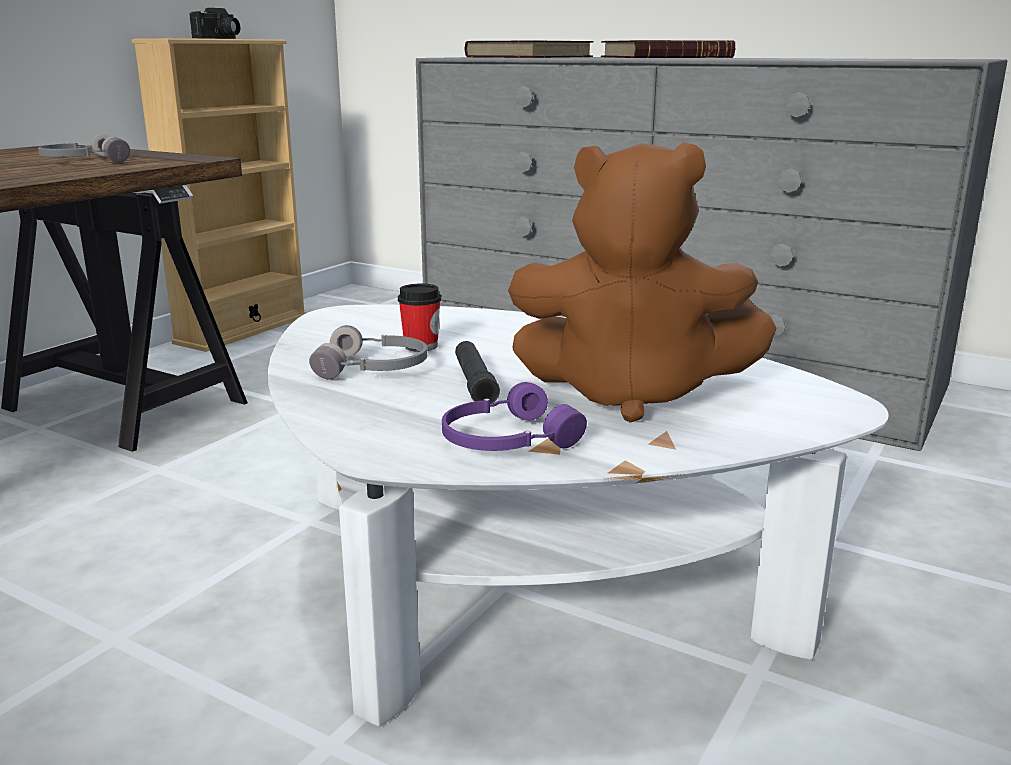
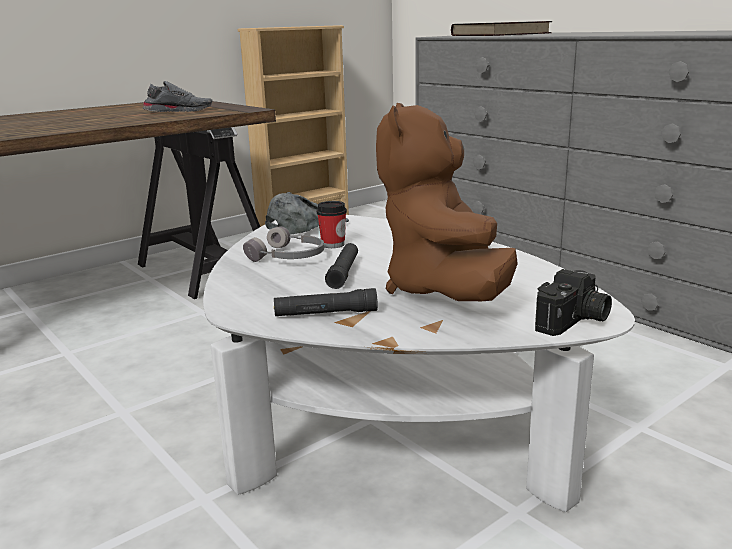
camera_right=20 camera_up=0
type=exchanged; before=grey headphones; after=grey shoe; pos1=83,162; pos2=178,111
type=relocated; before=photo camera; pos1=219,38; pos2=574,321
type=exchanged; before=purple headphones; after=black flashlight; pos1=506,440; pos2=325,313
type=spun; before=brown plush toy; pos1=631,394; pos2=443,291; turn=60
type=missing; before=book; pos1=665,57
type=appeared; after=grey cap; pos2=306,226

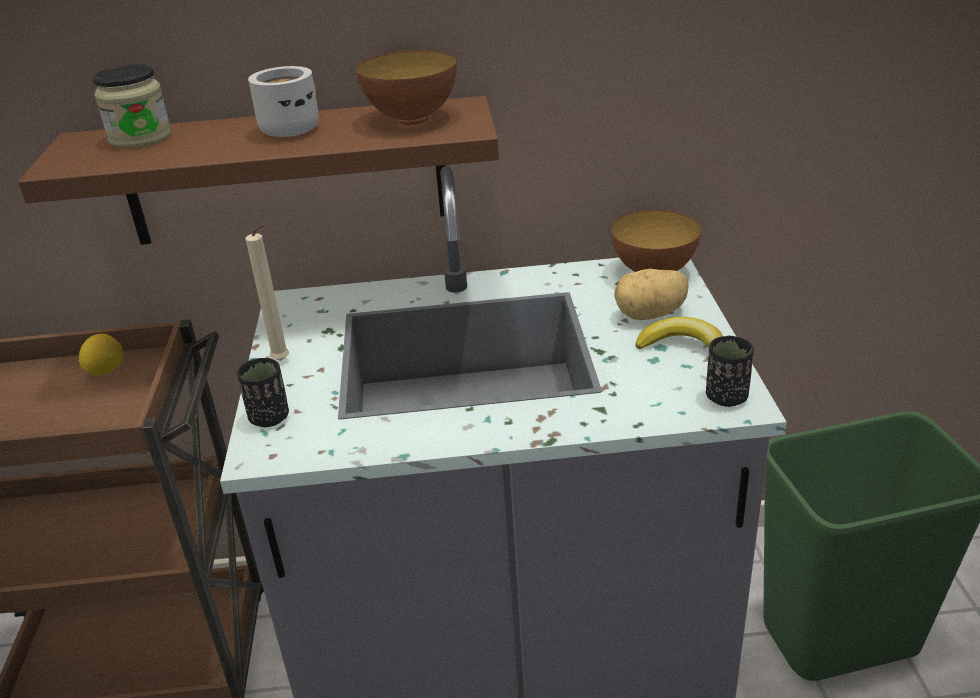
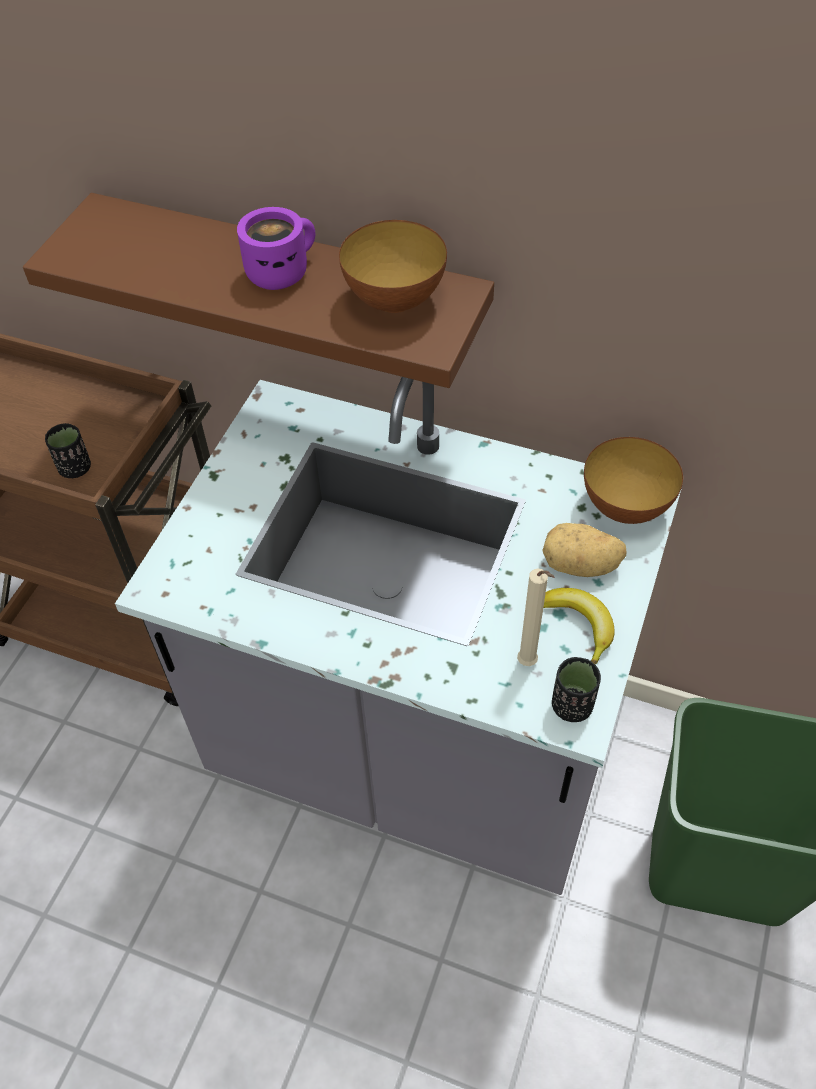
camera_right=25 camera_up=20
type=missing; before=lemon; pos1=106,371
type=missing; before=jar; pos1=140,137
type=relocated; before=black cup; pos1=269,417; pos2=75,468
type=relocated; before=beige candle; pos1=283,361; pos2=529,664
type=colour; before=white mug; after=purple mug; pos1=291,128; pos2=280,270

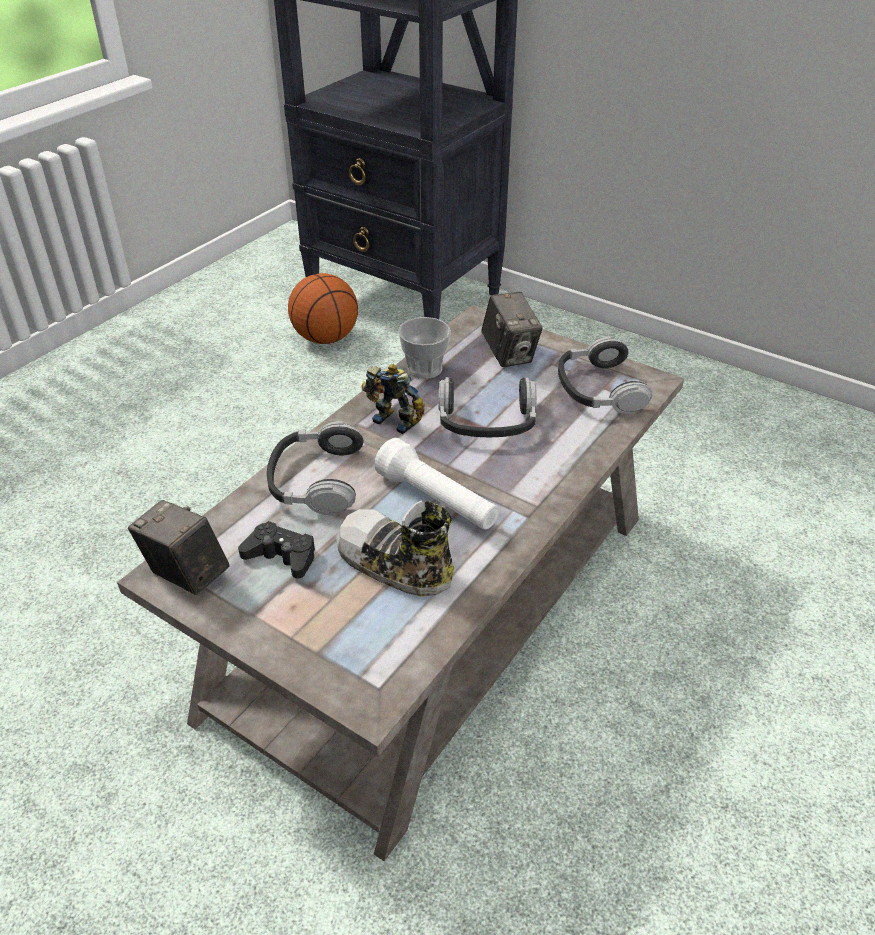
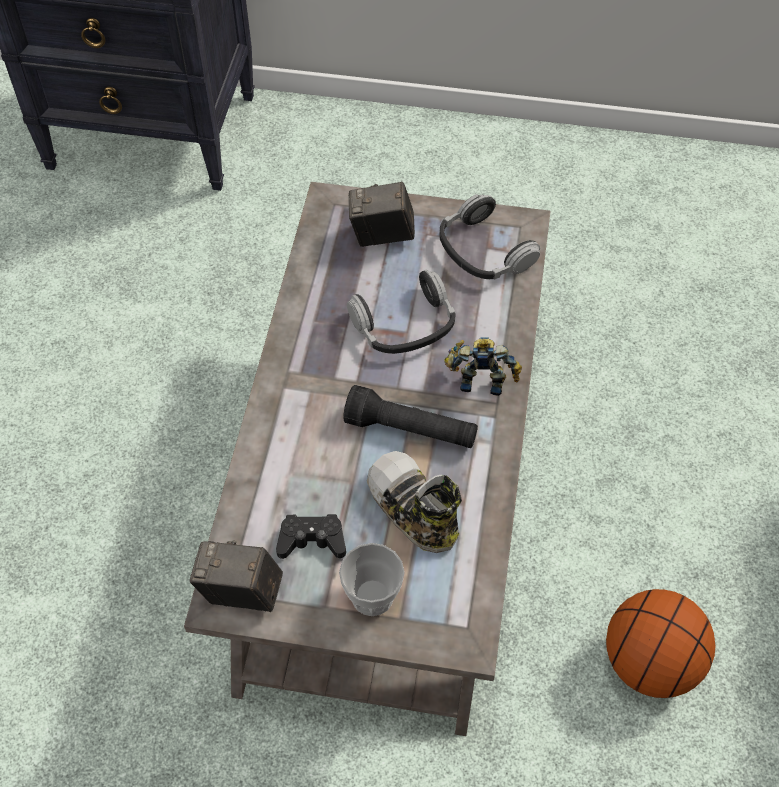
camera_right=-25 camera_up=15
type=missing; before=headphones; pos1=315,480
type=relocated; before=basketball; pos1=325,338; pos2=649,663
type=spun; before=shoe; pos1=394,564; pos2=412,509; turn=45
type=relocated; before=toy robot; pos1=396,419; pos2=481,379
type=colour; before=white flashlight; after=black flashlight; pos1=437,501; pos2=411,430
type=relocated; before=cup; pos1=424,369; pos2=372,596
type=spun; before=photo camera; pos1=509,354; pos2=382,235; turn=135

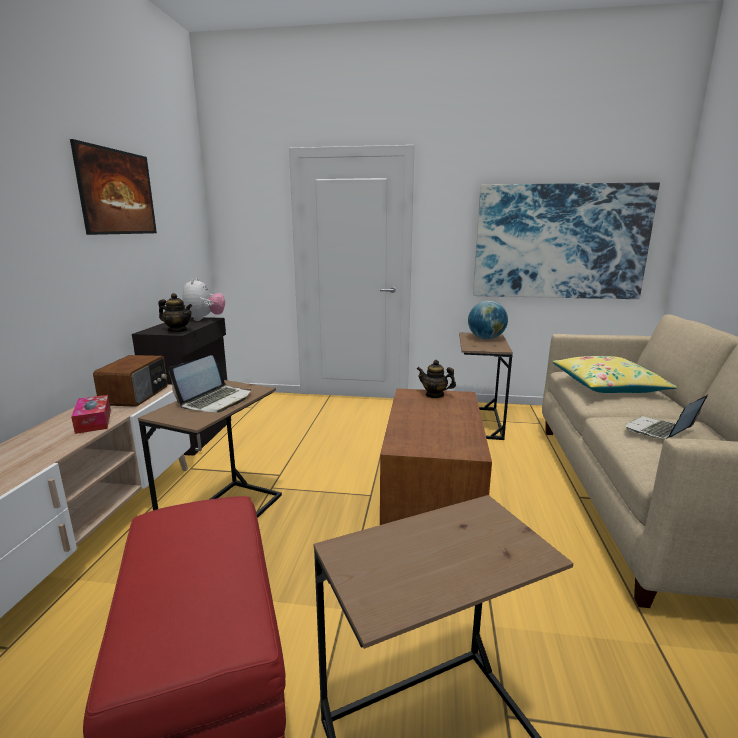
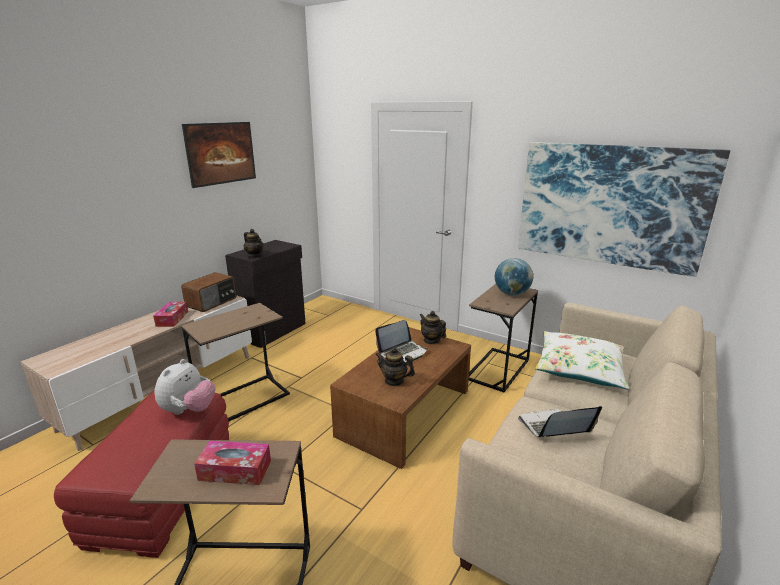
camera_right=25 camera_up=5
type=relocated; before=laptop; pos1=216,400; pos2=402,353
type=relocated; before=plush toy; pos1=204,319; pos2=189,410
type=colour; before=yellow pillow; after=white pillow; pos1=607,386; pos2=579,368
type=appeared; after=tissue box; pos2=235,470
type=appeared; after=teapot; pos2=394,381

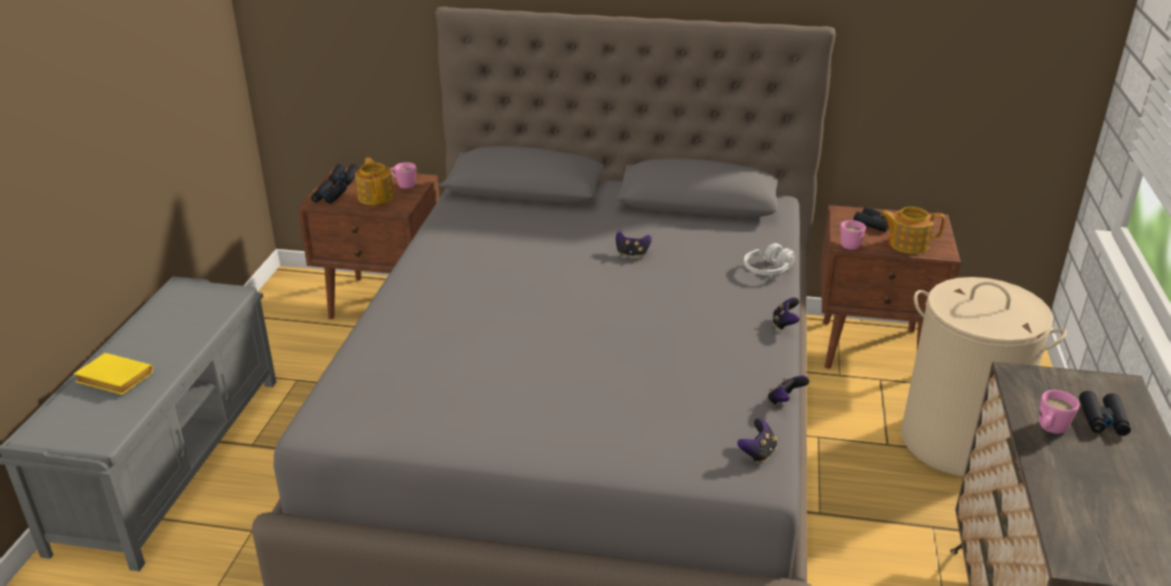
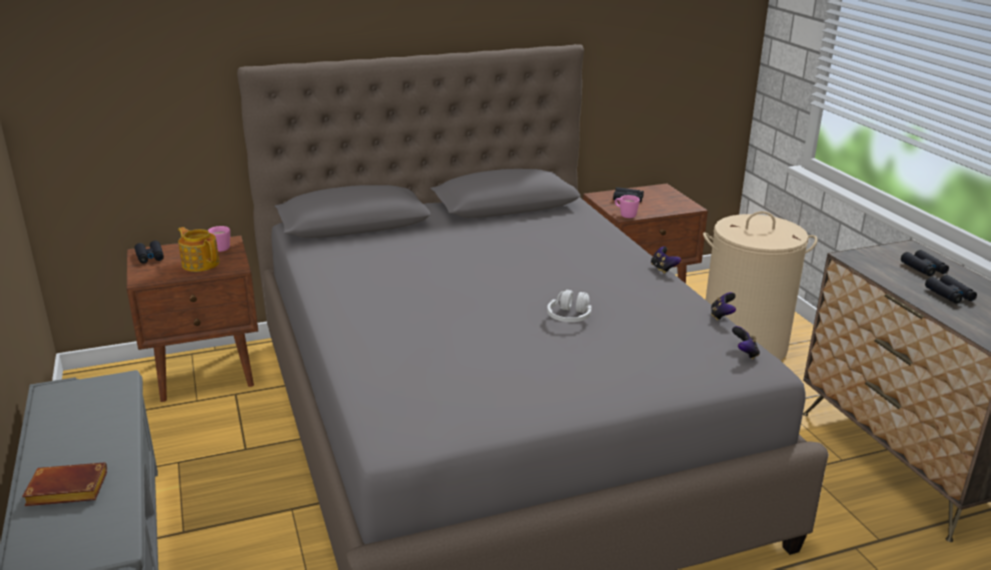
camera_right=-30 camera_up=-5
type=colour; before=yellow book; after=brown book; pos1=112,379; pos2=65,491
type=relocated; before=black binoculars; pos1=329,197; pos2=949,294
type=missing; before=game controller; pos1=632,254
type=relocated; before=white headphones; pos1=768,270; pos2=570,317
type=missing; before=teapot; pos1=907,244
type=missing; before=pink mug; pos1=1049,430

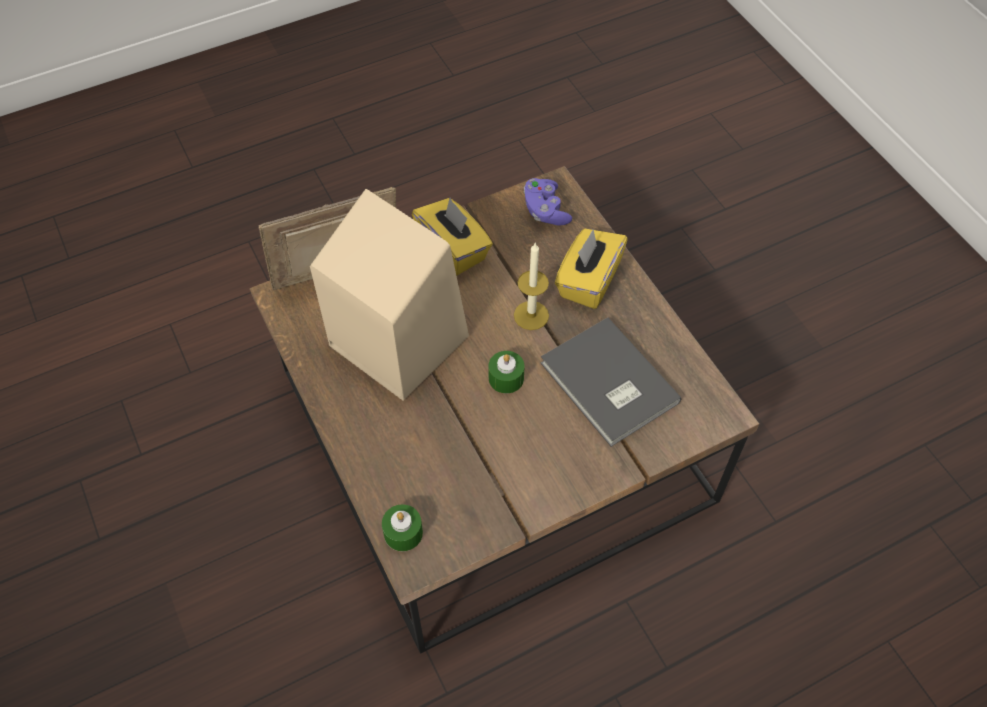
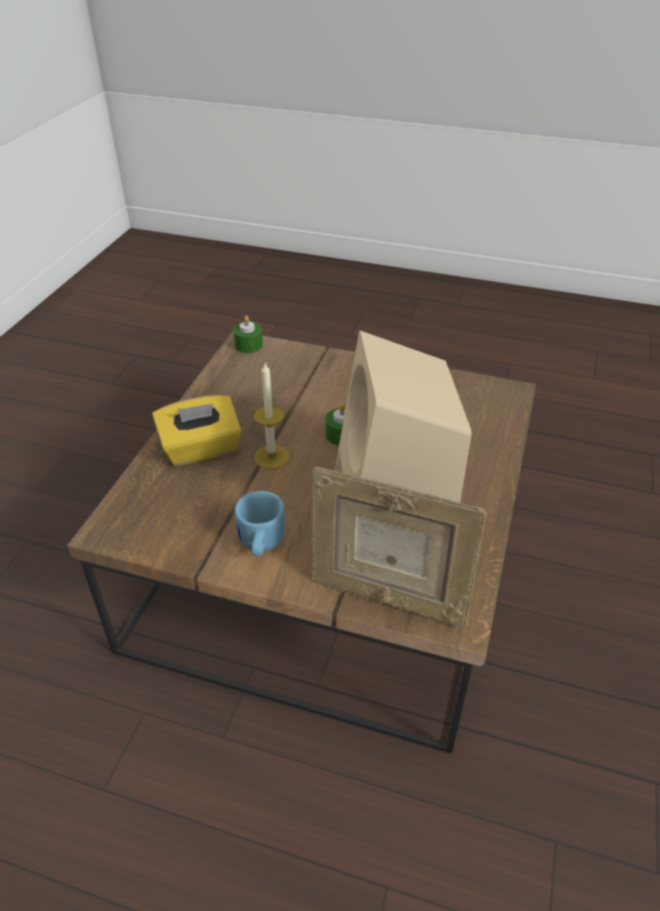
camera_right=-135 camera_up=-15
type=relocated; before=green candle; pos1=403,533; pos2=248,345
type=exchanged; before=yellow tissue box; after=blue mug; pos1=453,250; pos2=260,544
type=missing; before=purple game controller; pos1=545,210
type=missing; before=grey book; pos1=607,386

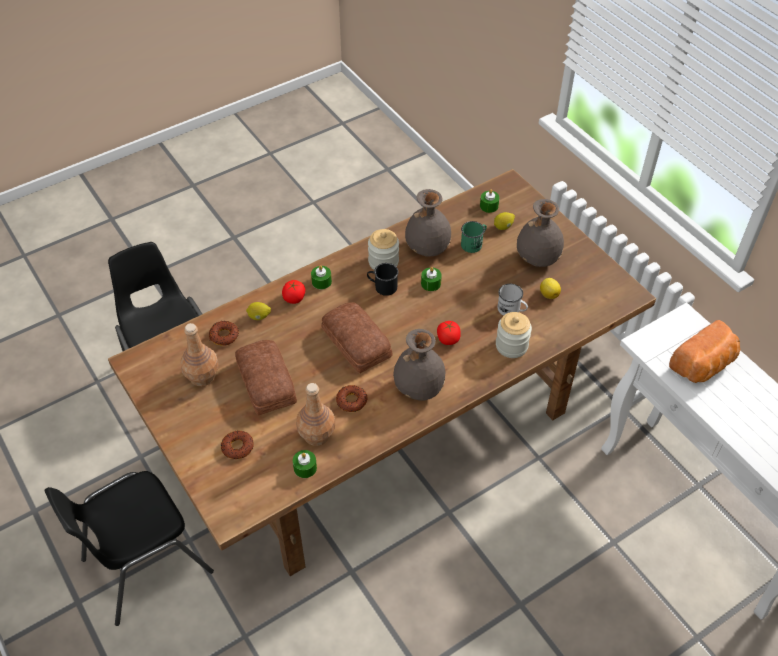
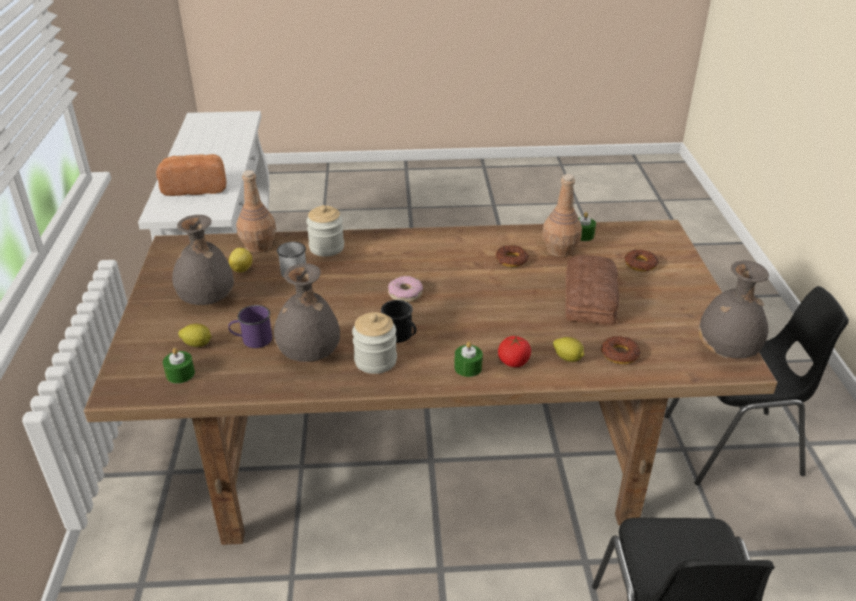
camera_right=-150 camera_up=-15
type=relocated; before=brown bottle; pos1=203,376; pos2=258,245
type=missing; before=bread; pos1=355,344
type=relocated; before=grey vase; pos1=418,387; pos2=727,353
type=missing; before=green candle; pos1=431,283
type=missing; before=tomato; pos1=448,339
type=colour; before=green mug; after=purple mug; pos1=474,243; pos2=252,340
type=appeared; after=donut; pos2=405,294

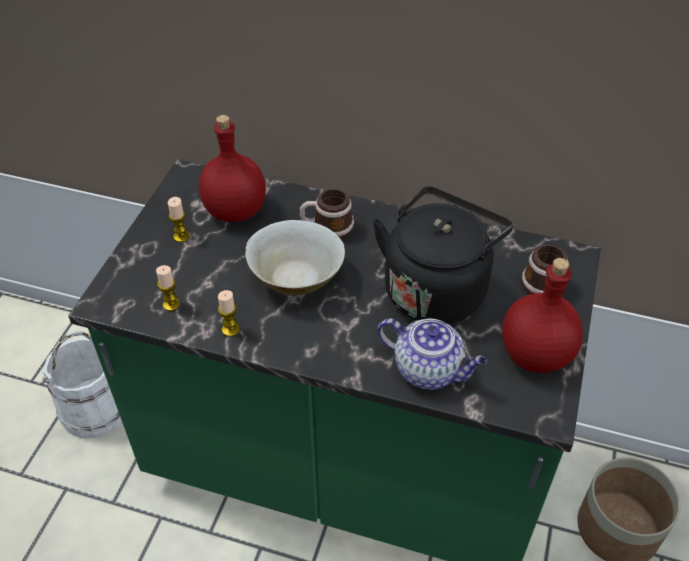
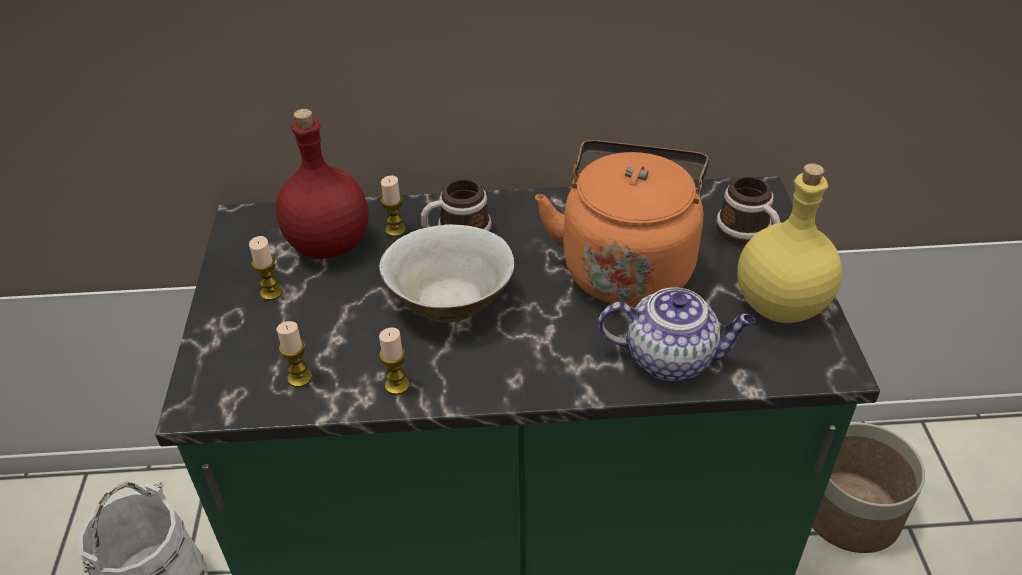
camera_right=-20 camera_up=-5
type=colour; before=black kettle; after=orange kettle; pos1=436,288; pos2=627,266
type=colour; before=red bottle; after=yellow bottle; pos1=535,353; pos2=779,304
type=appeared; after=candle; pos2=395,230

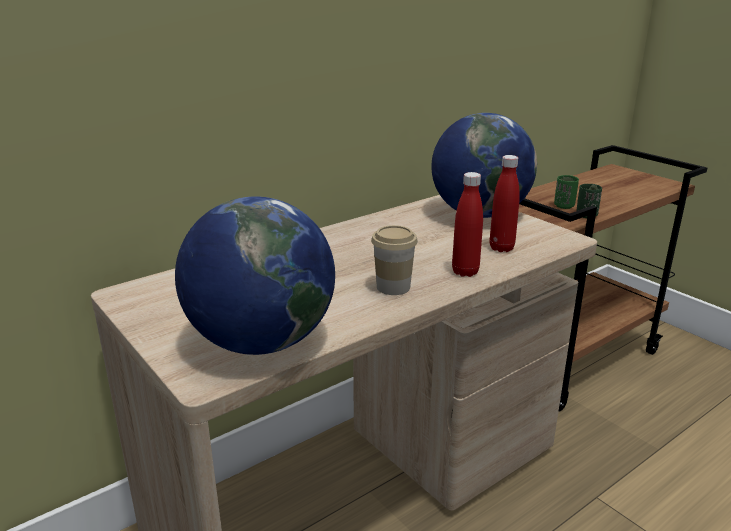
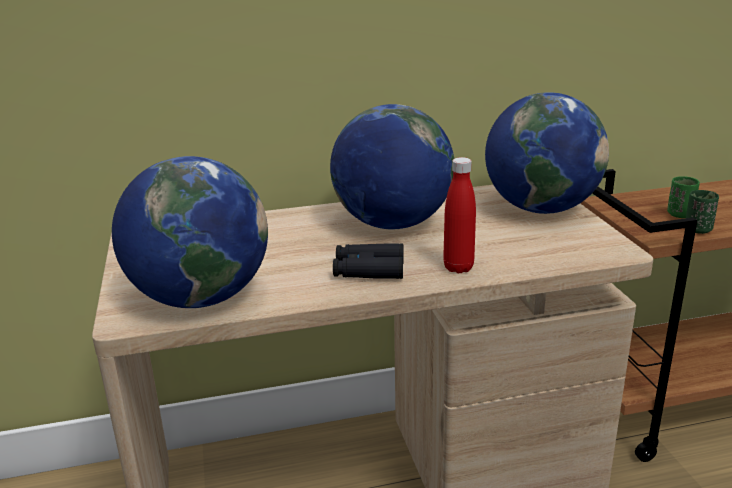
camera_right=25 camera_up=0
type=exchanged; before=cup; after=black binoculars; pos1=393,287; pos2=369,270
type=missing; before=red bottle; pos1=501,248
type=appeared; after=globe; pos2=392,224

